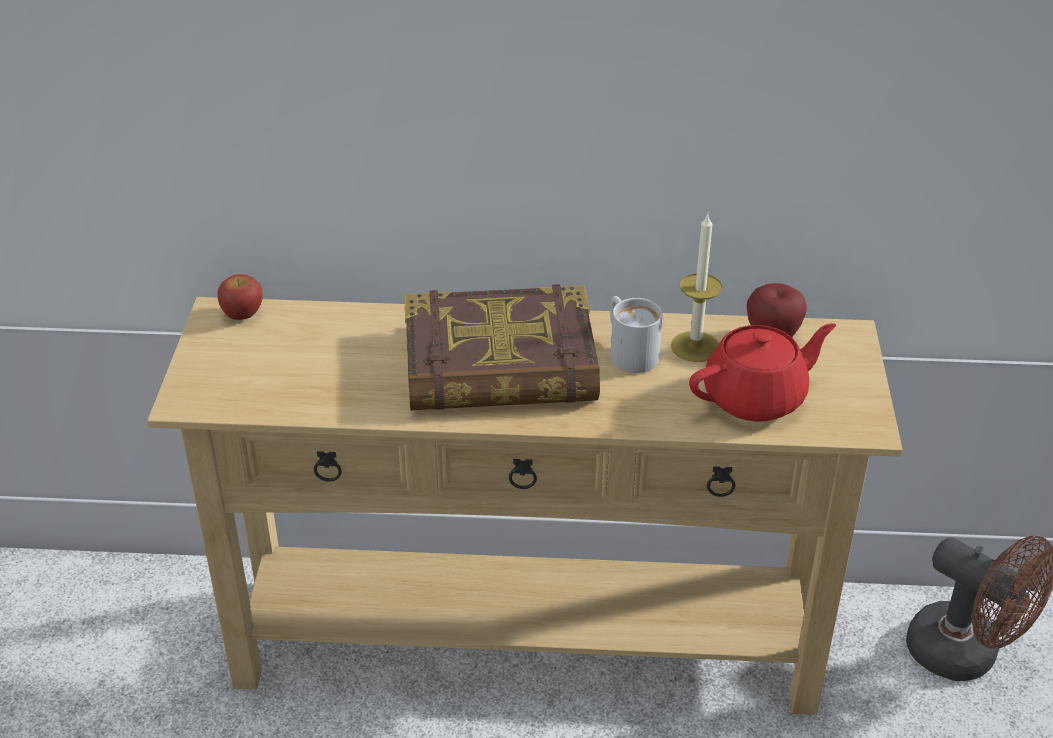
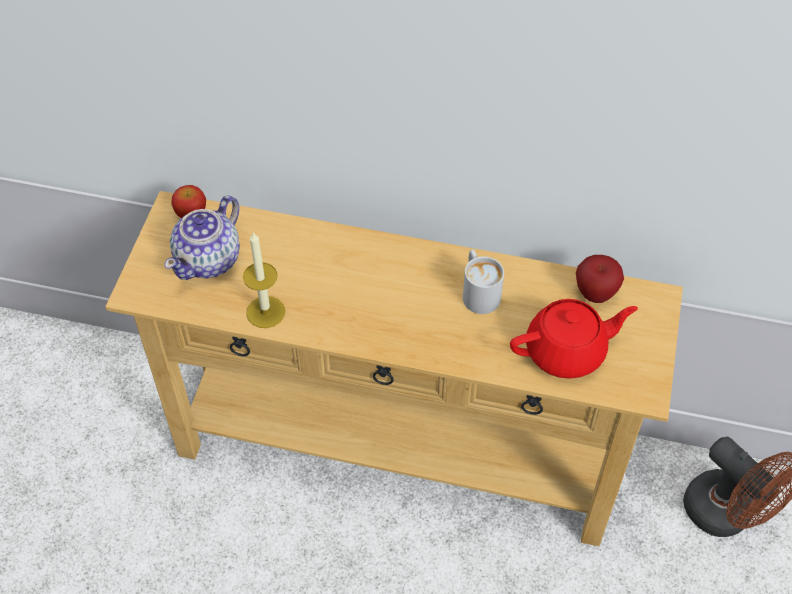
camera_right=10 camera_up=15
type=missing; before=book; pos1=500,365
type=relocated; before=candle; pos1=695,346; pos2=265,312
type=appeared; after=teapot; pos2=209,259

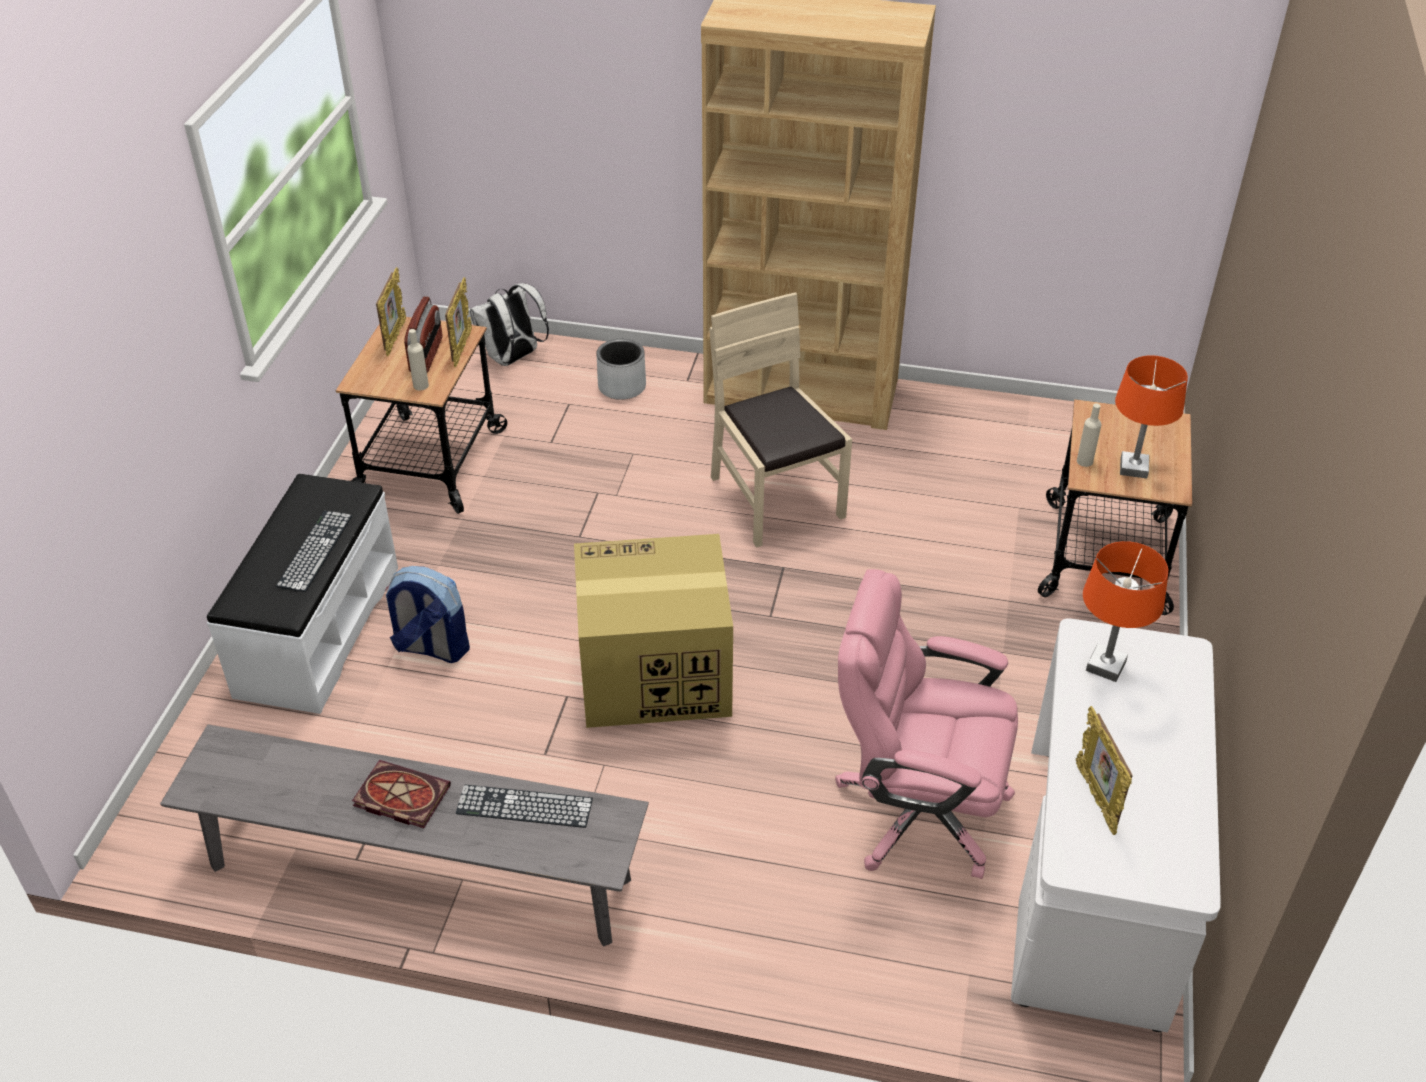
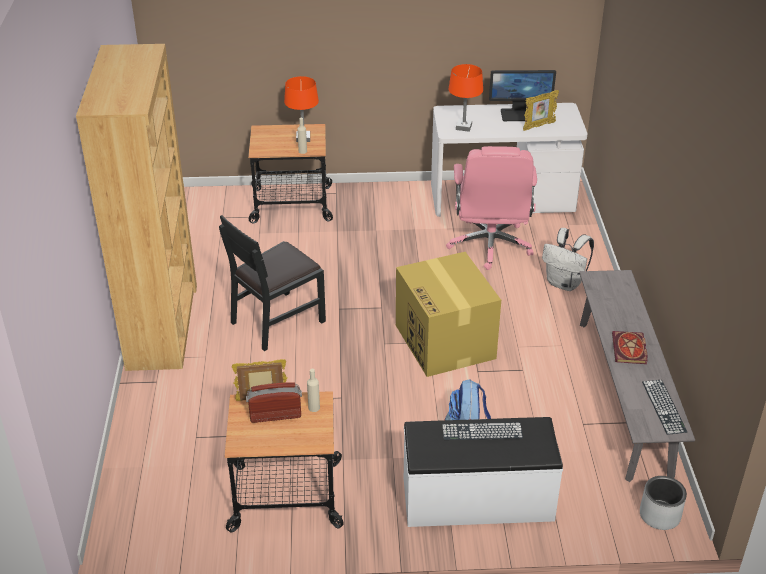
camera_right=-105 camera_up=-5
type=missing; before=picture frame; pos1=395,338
type=relocated; before=keyboard; pos1=524,806; pos2=664,406
type=relocated; before=white backpack; pos1=513,358; pos2=565,283
type=relocated; before=grey planter; pos1=622,387; pos2=660,515
type=colour; before=beige chair; after=black chair; pos1=775,498; pos2=277,321
type=appeared; after=monitor; pos2=520,114

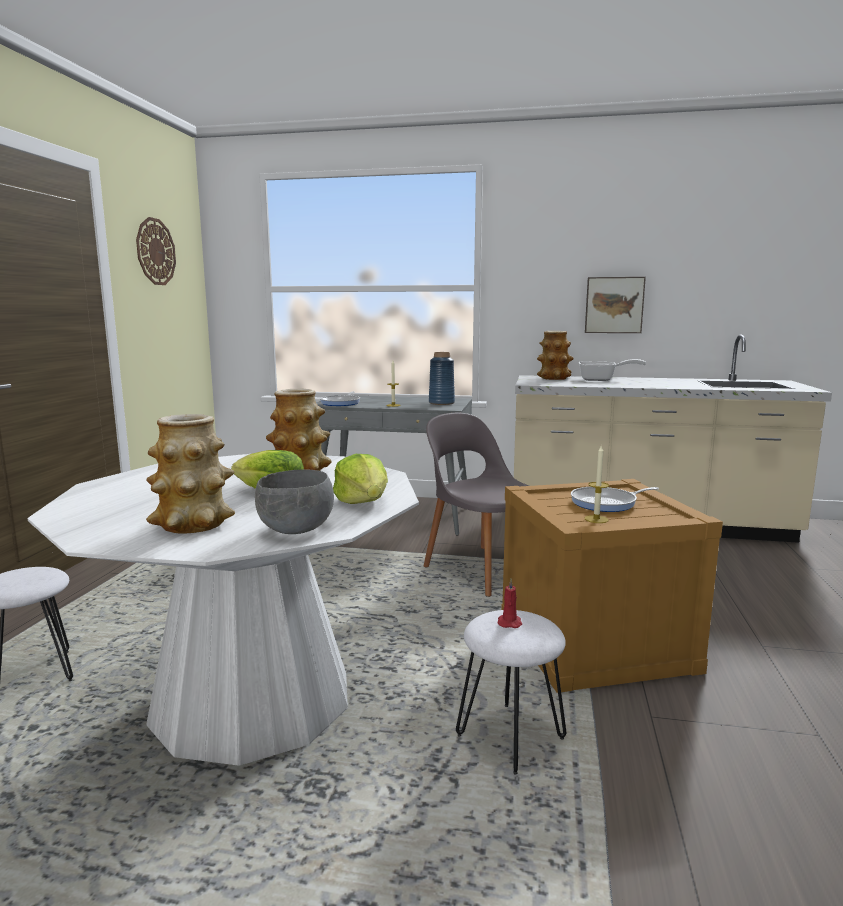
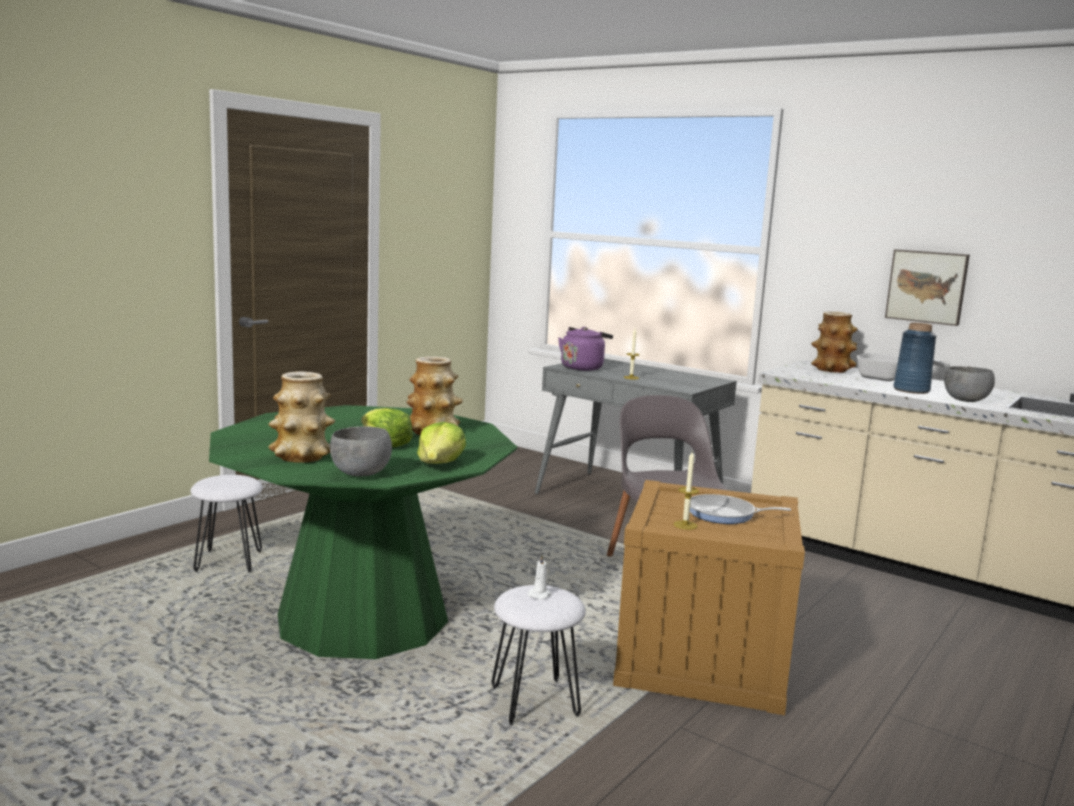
camera_right=25 camera_up=0
type=colour; before=white dining table; after=green dining table; pos1=253,698; pos2=363,618
type=missing; before=wall clock; pos1=155,251
type=exchanged; before=frying pan; after=purple kettle; pos1=341,403; pos2=583,367
type=relocated; before=blue vase; pos1=441,403; pos2=911,390
type=colour; before=red candle; after=white candle; pos1=509,622; pos2=540,595
type=appeared; after=grey bowl; pos2=965,401

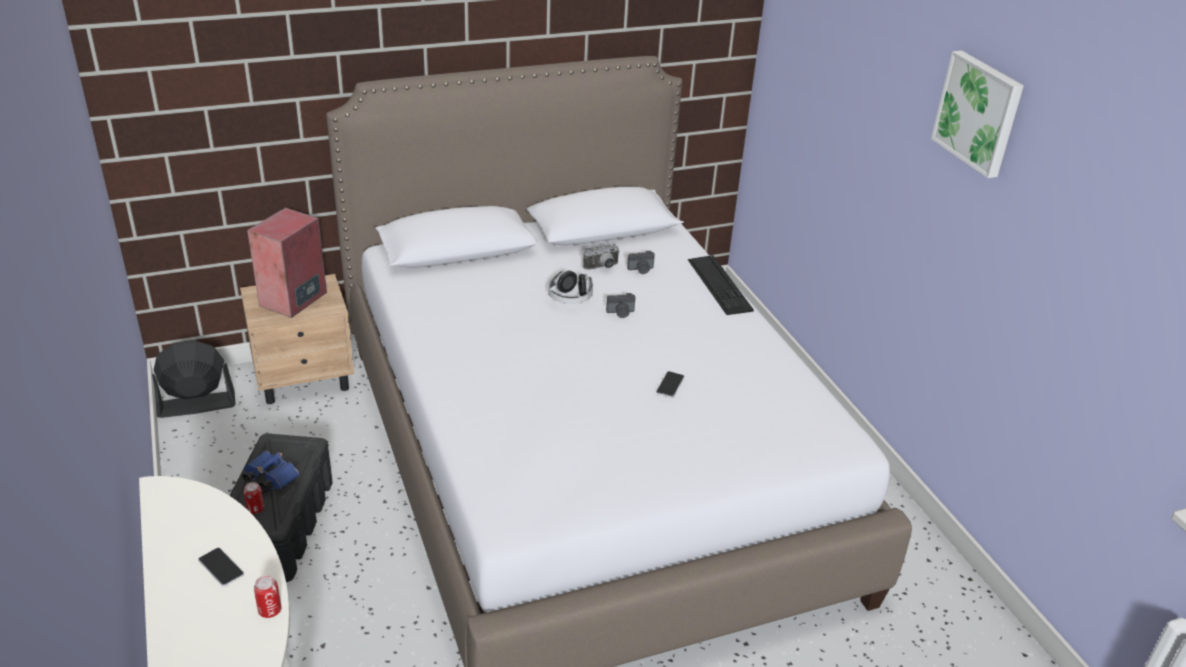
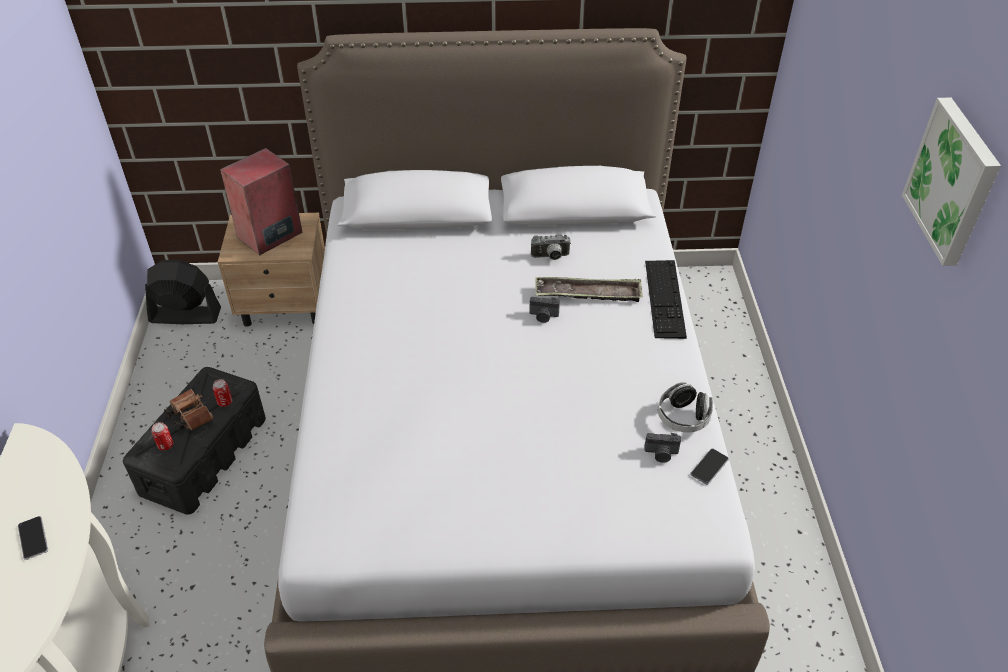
camera_right=20 camera_up=10
type=colour; before=blue binoculars; after=brown binoculars; pos1=269,479; pos2=190,416
type=relocated; before=can; pos1=270,610; pos2=225,402
type=relocated; before=headphones; pos1=570,298; pos2=683,417
type=relocated; before=photo camera; pos1=641,270; pos2=661,454
type=relocated; before=phone; pos1=670,385; pos2=709,467
type=appeared; after=tray; pos2=588,294

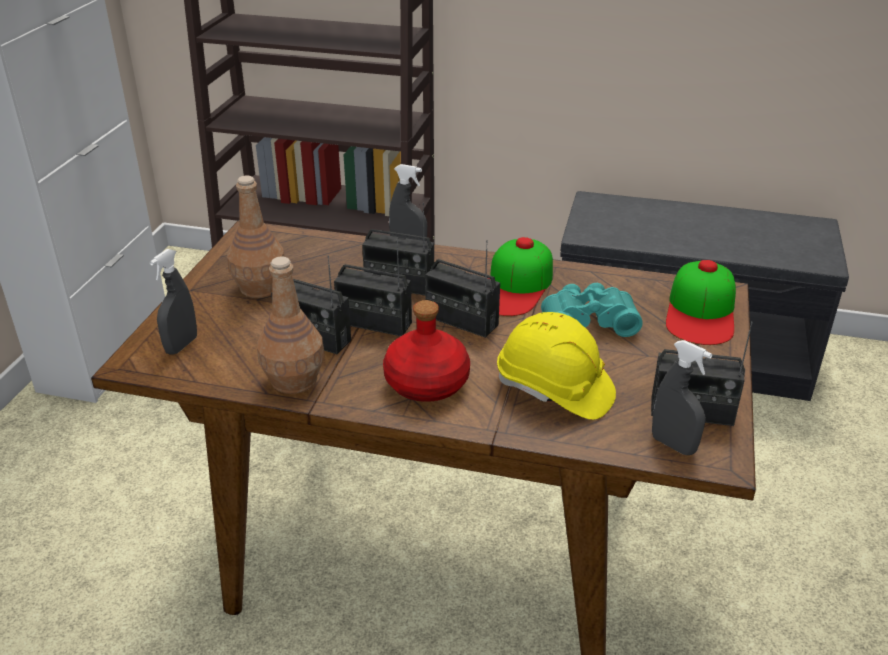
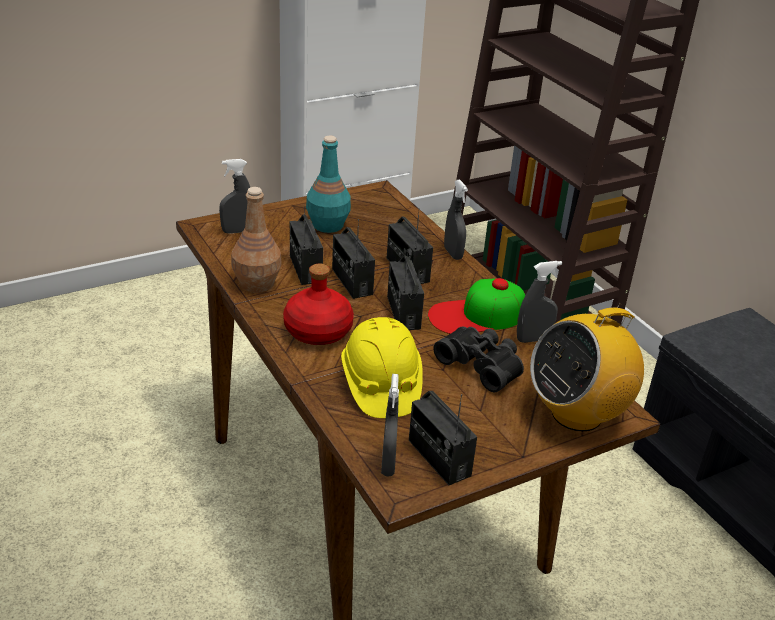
camera_right=45 camera_up=0
type=colour; before=brown bottle; after=turquoise bottle; pos1=259,288; pos2=327,225
type=colour; before=turquoise binoculars; after=black binoculars; pos1=587,321; pos2=482,365
type=exchanged; before=cap; after=radio; pos1=701,312; pos2=577,413
type=appeared; after=grey spray bottle; pos2=533,339

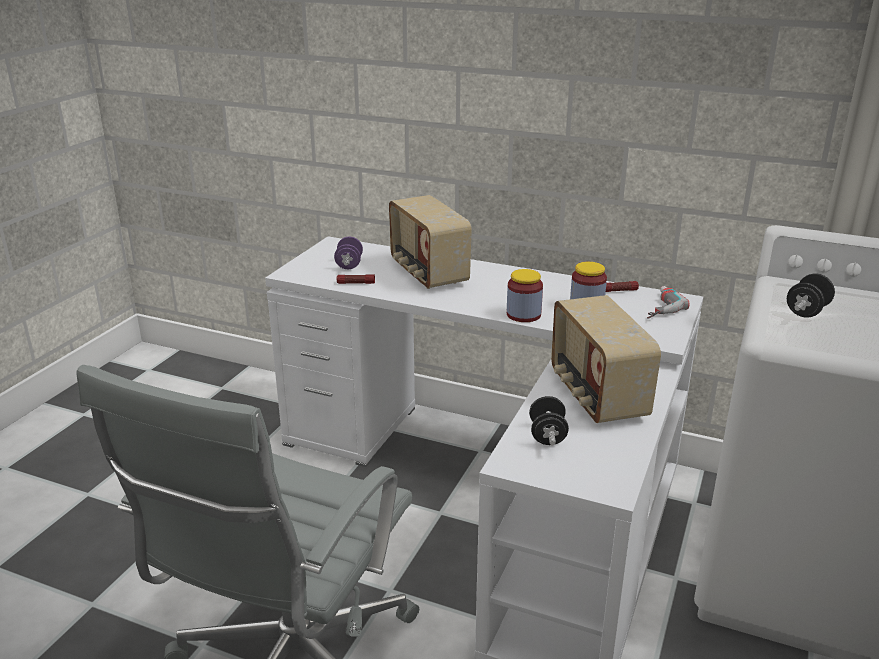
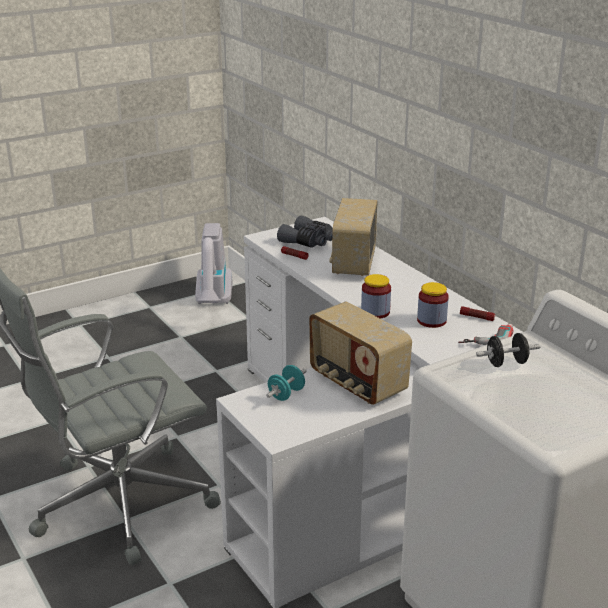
camera_right=35 camera_up=0
type=exchanged; before=purple dumbbell; after=grey binoculars; pos1=349,264; pos2=308,241
type=colour; before=black dumbbell; after=turquoise dumbbell; pos1=547,435; pos2=286,394
type=spun; before=radio; pos1=596,396; pos2=356,383; turn=-60
type=appeared; after=vacuum cleaner; pos2=213,304

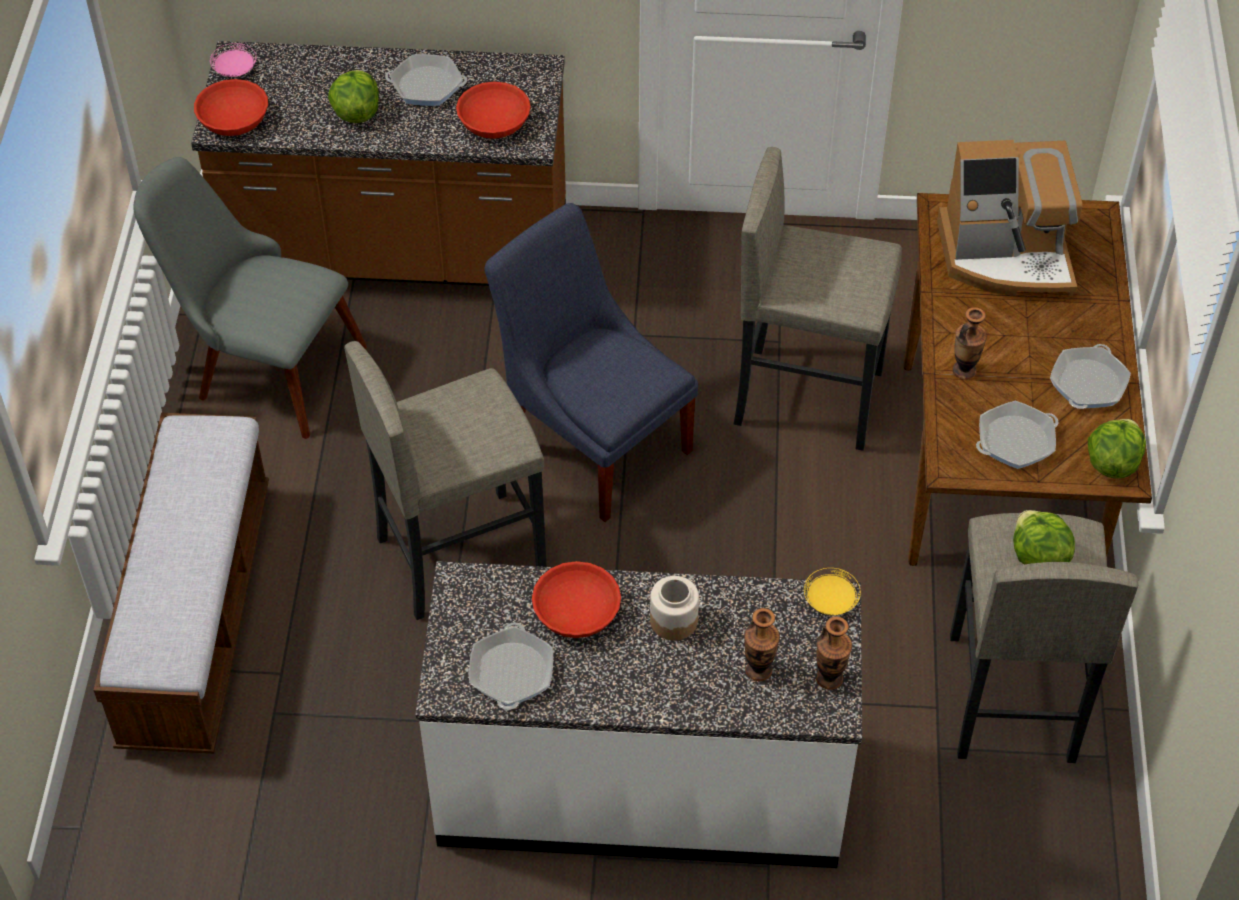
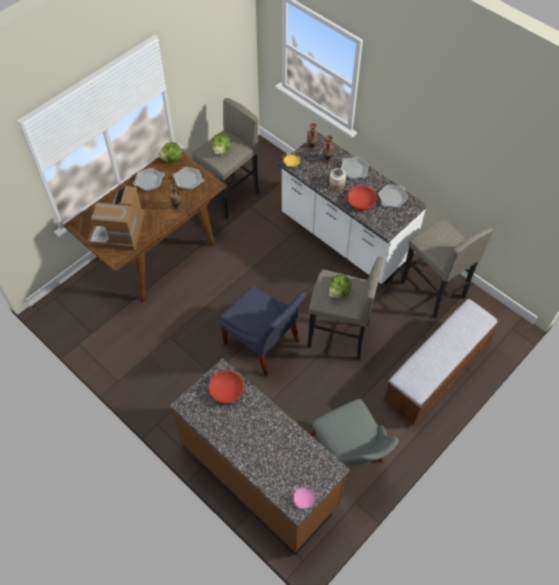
camera_right=-140 camera_up=5
type=missing; before=red bowl; pos1=233,119
type=relocated; before=lettuce; pos1=356,112; pos2=339,292
type=relocated; before=frying pan; pos1=427,86; pos2=354,170
type=spun; before=blue chair; pos1=592,440; pos2=263,345; turn=-45
type=relocated; before=grey stool; pos1=808,397; pos2=432,290
type=spun; before=coffee machine; pos1=1006,256; pos2=119,231; turn=-120

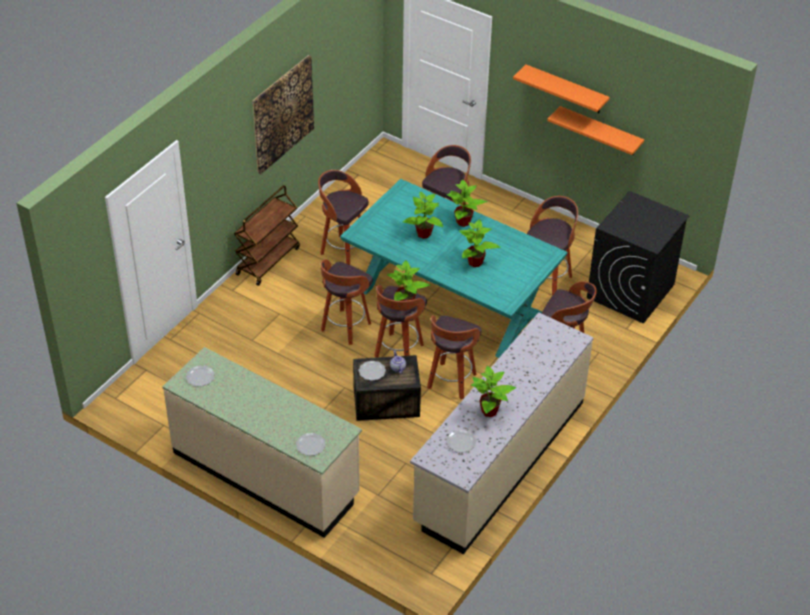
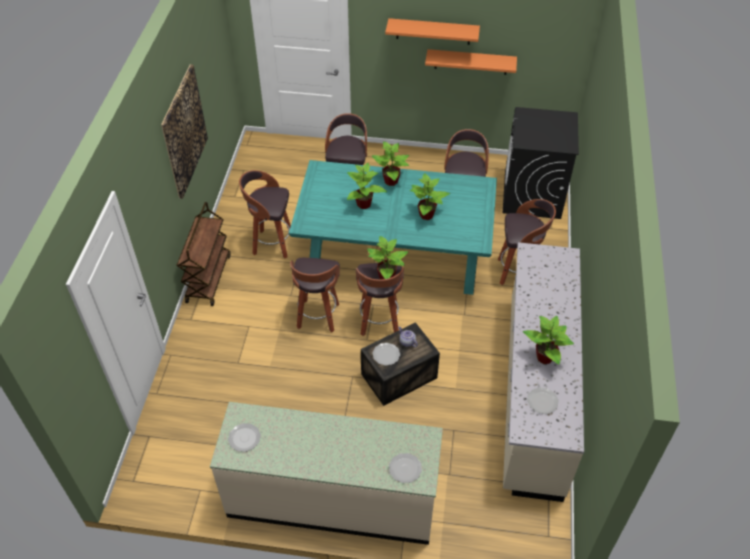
camera_right=-25 camera_up=5
type=missing; before=stool; pos1=451,382

